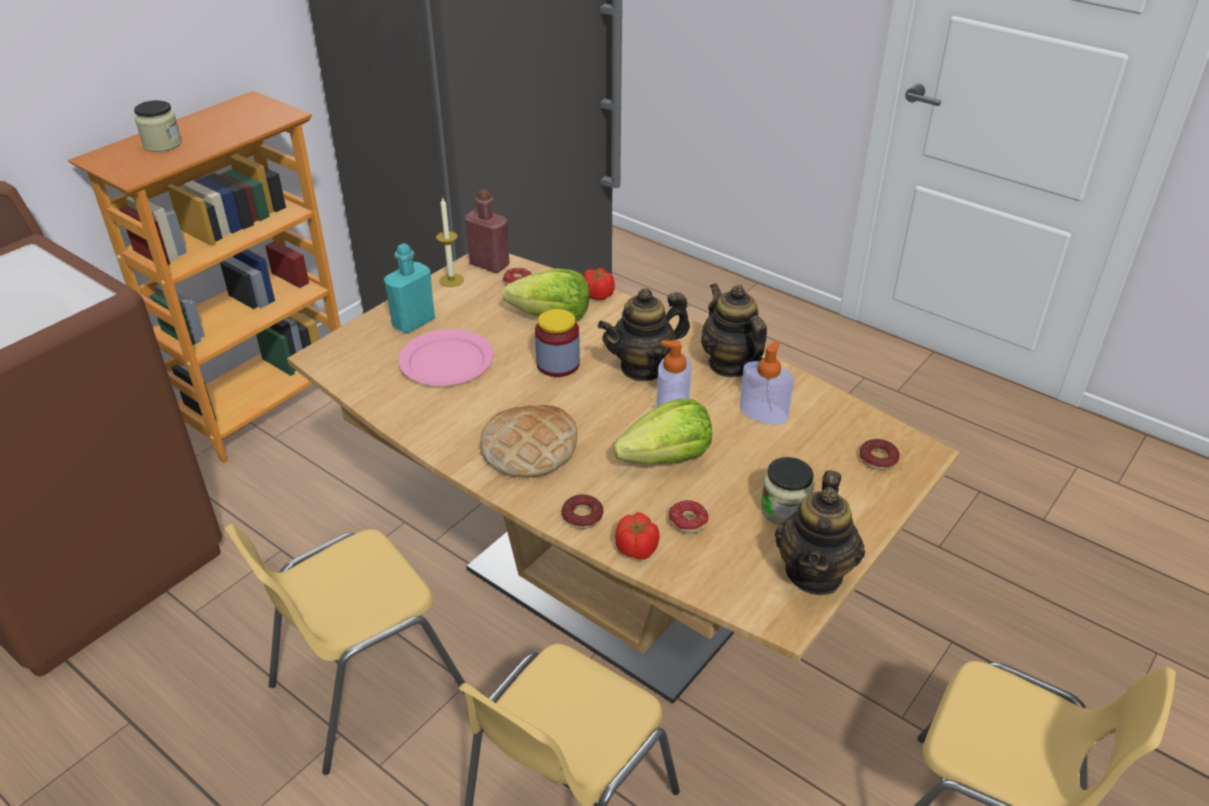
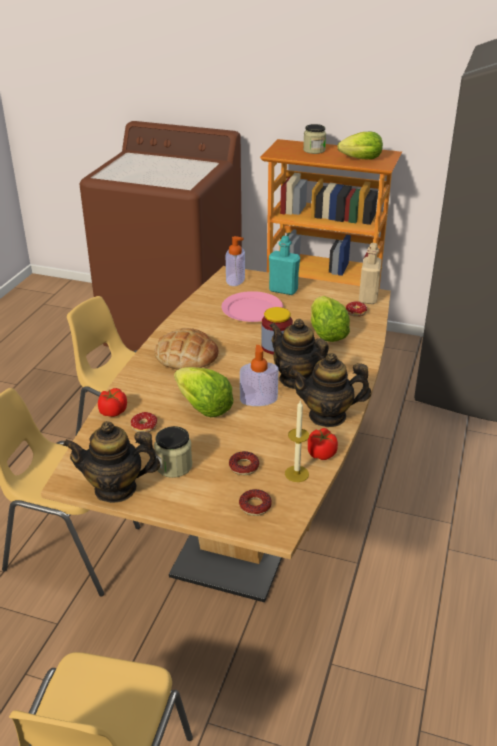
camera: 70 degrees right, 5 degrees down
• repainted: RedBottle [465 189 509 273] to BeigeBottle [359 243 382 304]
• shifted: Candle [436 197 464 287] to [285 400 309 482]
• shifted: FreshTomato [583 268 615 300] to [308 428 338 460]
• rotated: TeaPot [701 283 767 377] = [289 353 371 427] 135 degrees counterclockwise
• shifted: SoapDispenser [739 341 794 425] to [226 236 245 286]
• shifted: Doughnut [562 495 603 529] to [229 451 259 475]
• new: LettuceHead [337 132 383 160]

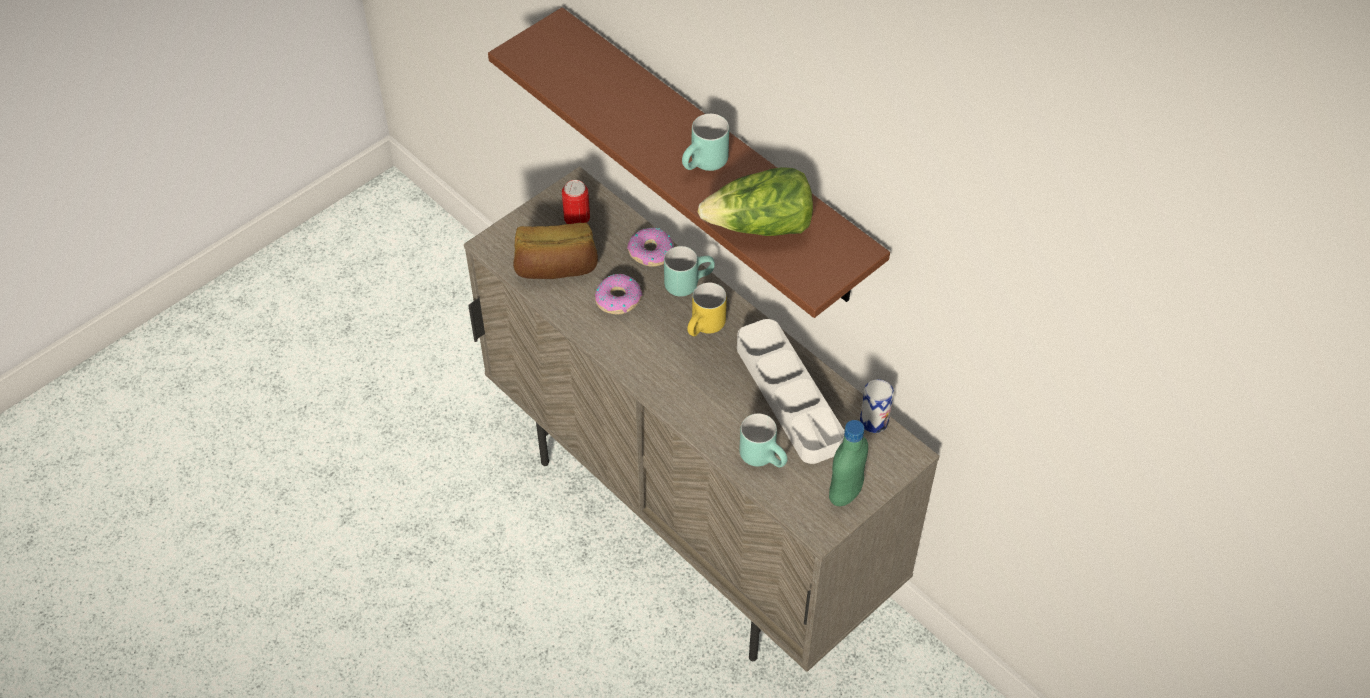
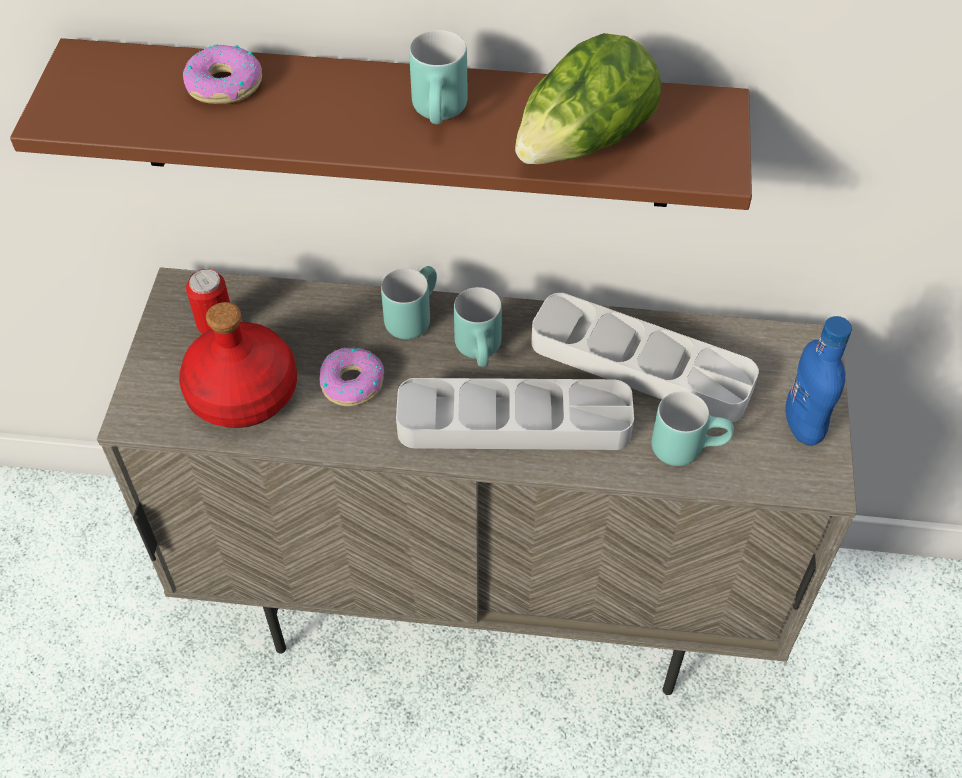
camera: 40 degrees left, 0 degrees up
• swapped: BakeryBread [513 222 598 279] to RedBottle [179 302 297 428]
• shifted: Doughnut [627 228 674 267] to [183 45 262 104]
• repainted: YellowCoffeeMug [687 283 727 336] to TurquoiseColouredCoffeeMug [454 287 502 367]
• gone: Can [860 379 894 433]
• repainted: GreenColouredBottle [829 420 868 506] to BluishBottle [785 316 852 446]
• new: GrayCarryingTray [396 378 634 450]

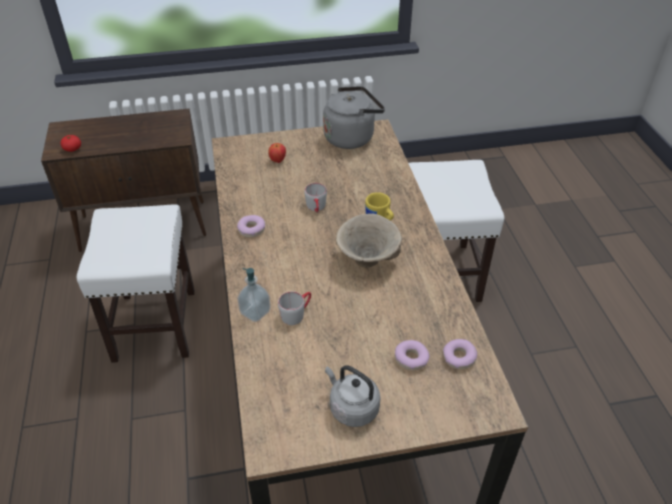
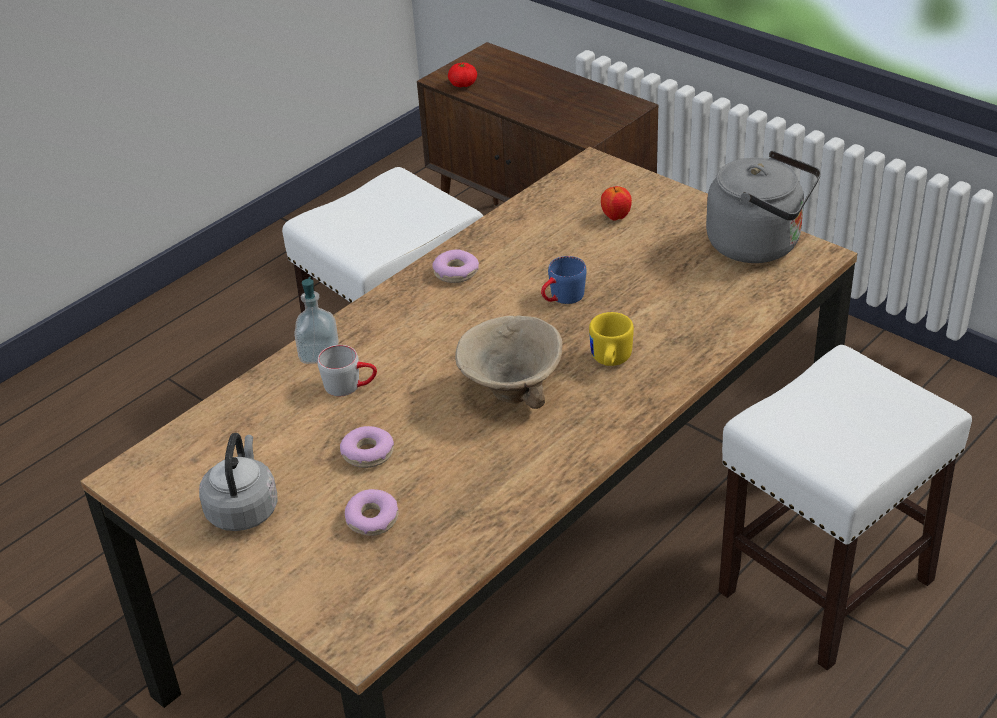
camera: 55 degrees right, 5 degrees down
• repainted: GrayCoffeeMug [304 183 327 213] to BluishCoffeeMug [541 256 587 304]
• shifted: Doughnut [443 339 477 369] to [340 426 394 468]

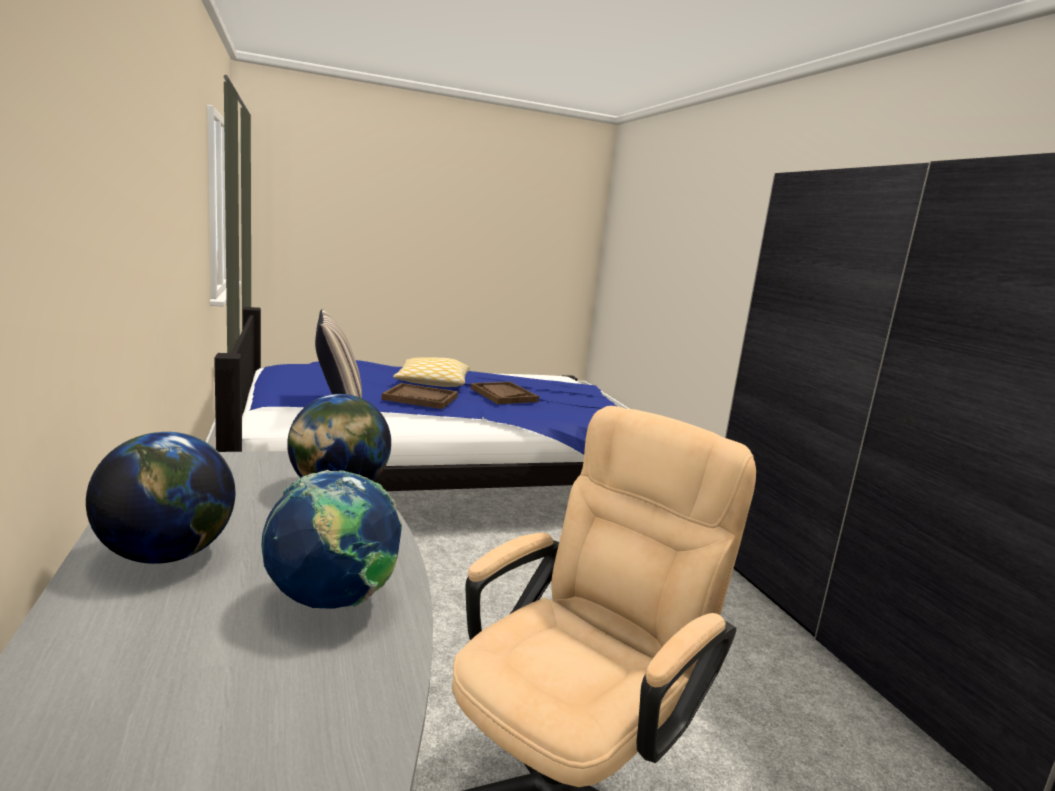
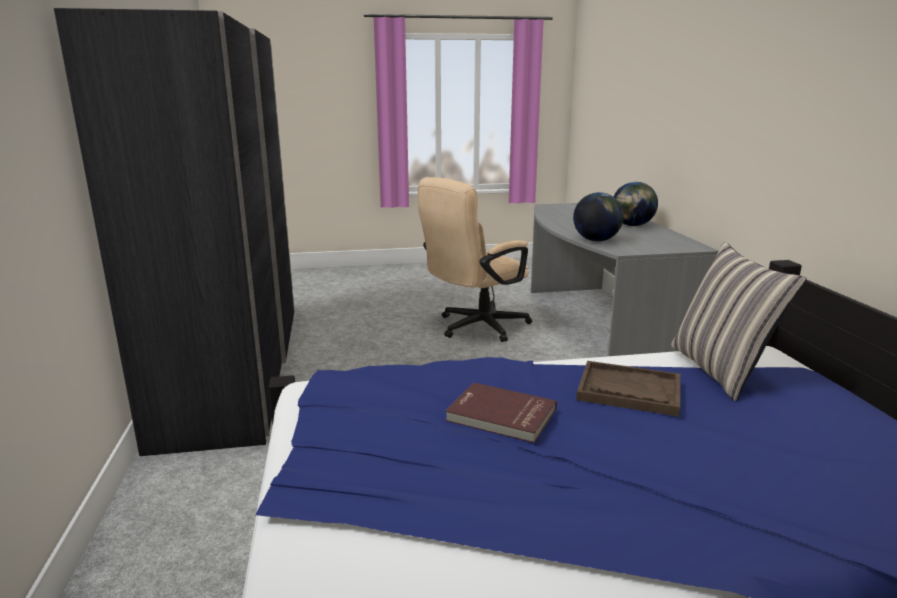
camera: 170 degrees left, 5 degrees up
• gone: ThrowPillow [393 357 470 387]
• swapped: BrownCarryingTray [471 382 539 404] to RedBoundBook [445 382 557 443]
• gone: Globe [261 470 402 609]

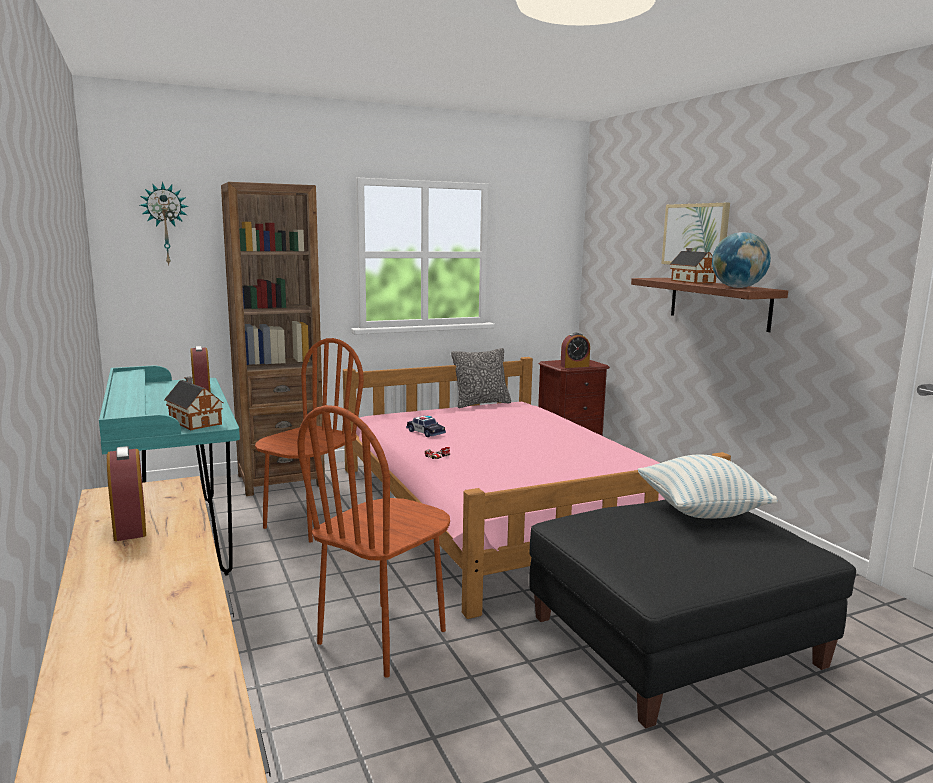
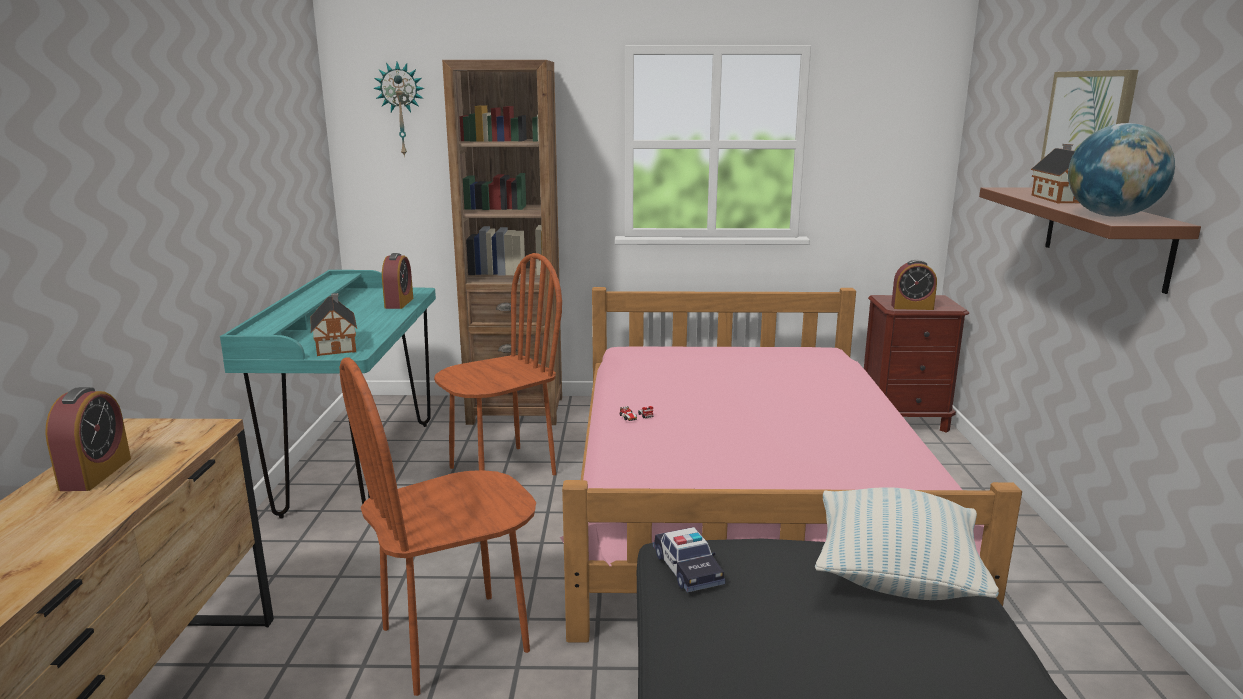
camera: 25 degrees right, 5 degrees up
• gone: ThrowPillow [451 348 511 408]
• shifted: ToyCar [406 416 446 437] to [653 527 725 592]

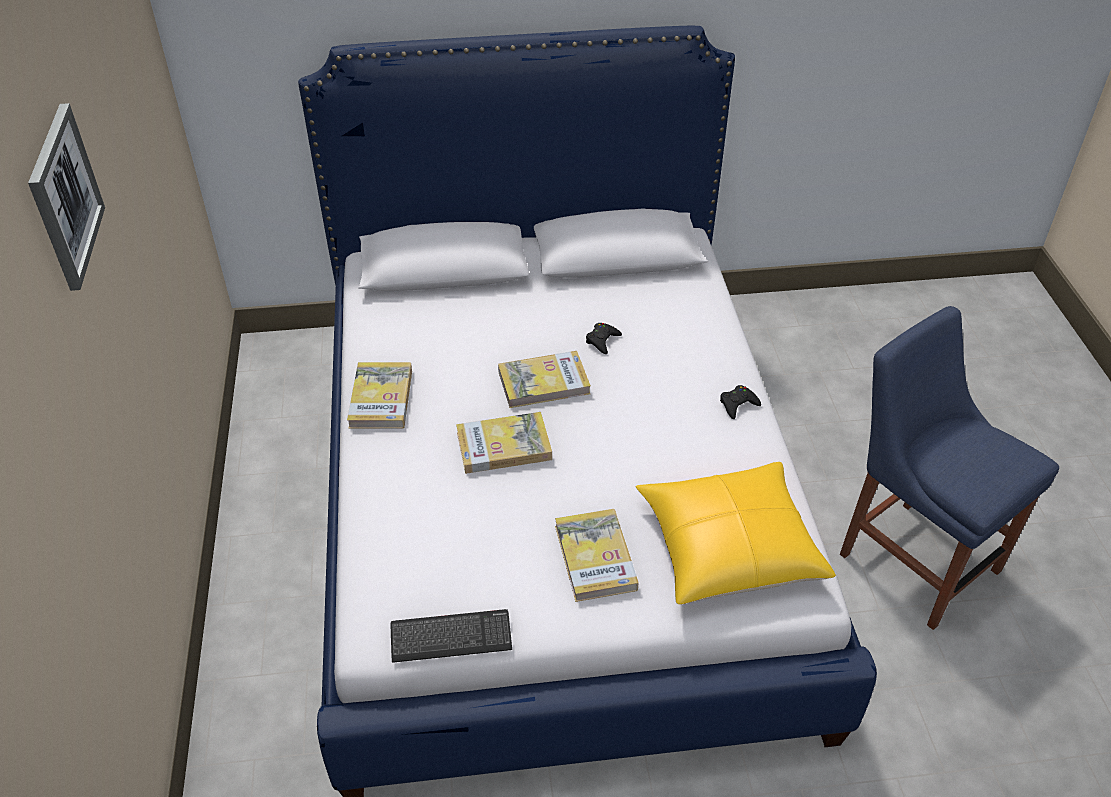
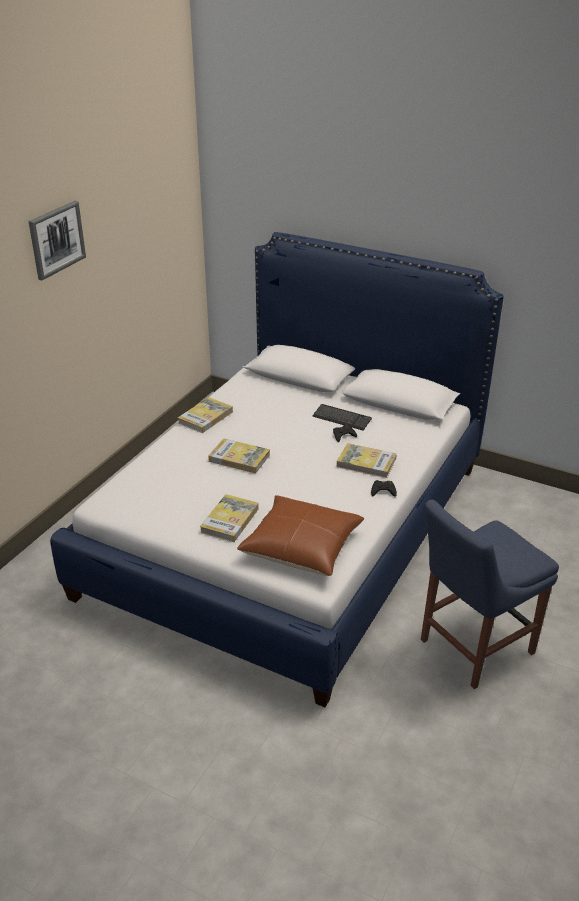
camera: 35 degrees right, 10 degrees down
• rotated: BluishChair [840 306 1059 630] = [421 499 559 689] 120 degrees counterclockwise
• shifted: BoundBook [498 351 591 408] to [336 443 397 478]
• repainted: YellowThrowPillow [636 462 836 605] to BrownThrowPillow [237 495 364 576]
• shifted: Keyboard [390 609 512 663] to [313 404 372 431]

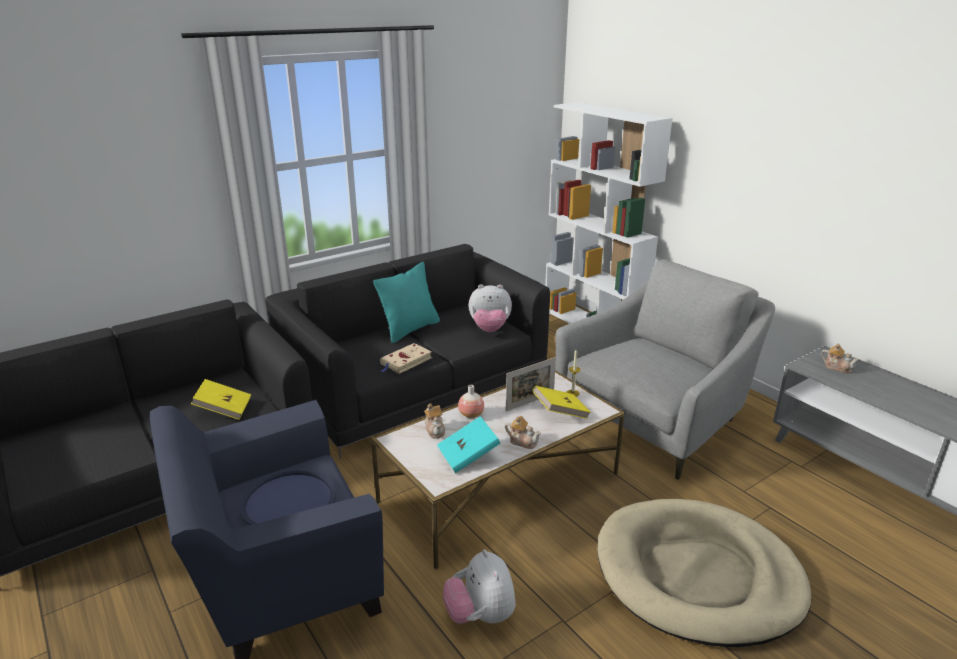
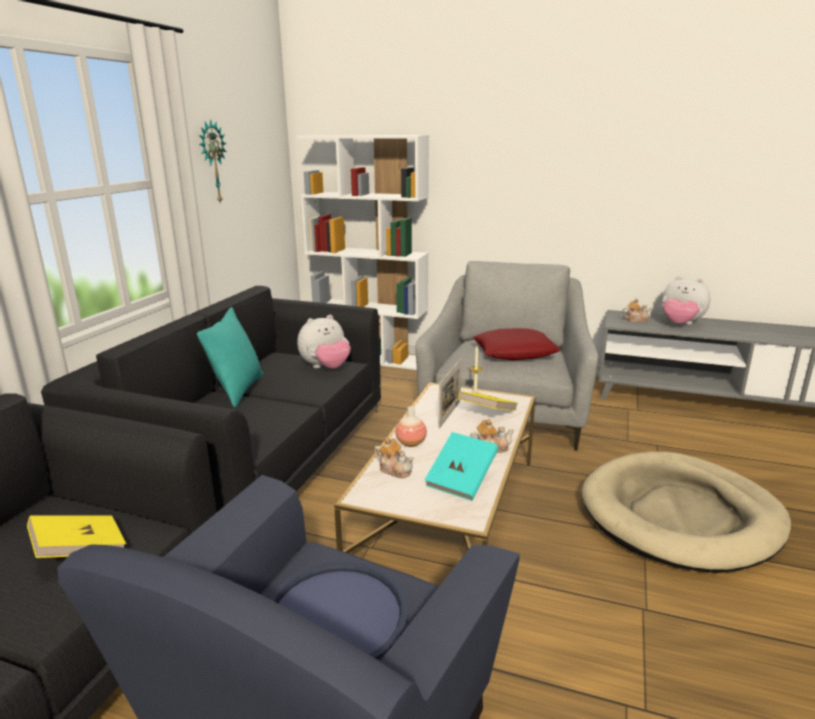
camera: 35 degrees left, 5 degrees down
• gone: BeigeBoundBook [380 343 432 374]
• shifted: SoftToy [443 550 516 624] to [662 276 711 325]
• new: ClockOnTheWall [199 119 227 204]
• new: RedThrowPillow [473 328 561 360]

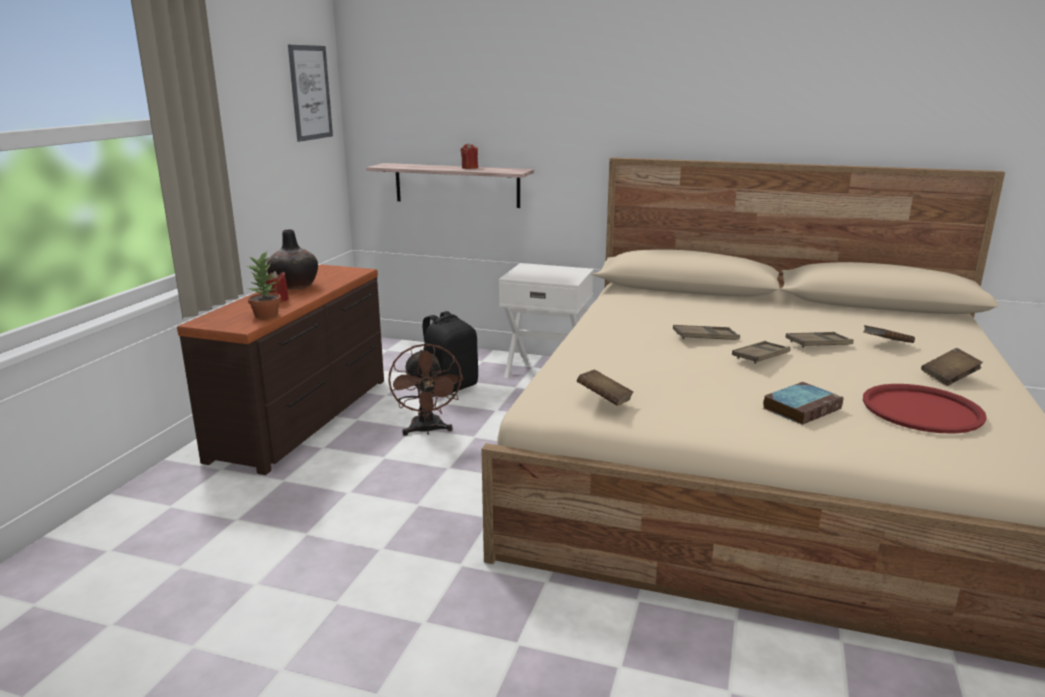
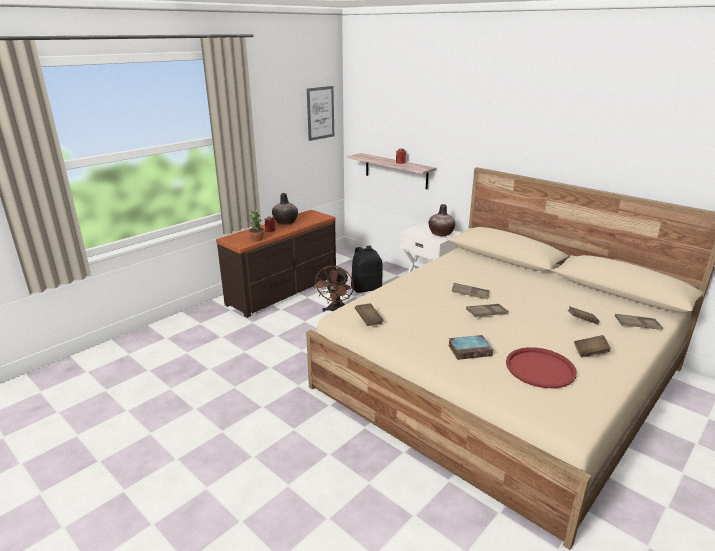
camera: 25 degrees right, 5 degrees up
• shifted: BrownCarryingTray [785 332 854 348] to [615 314 663 330]
• new: FlowerVase [429 204 455 236]

